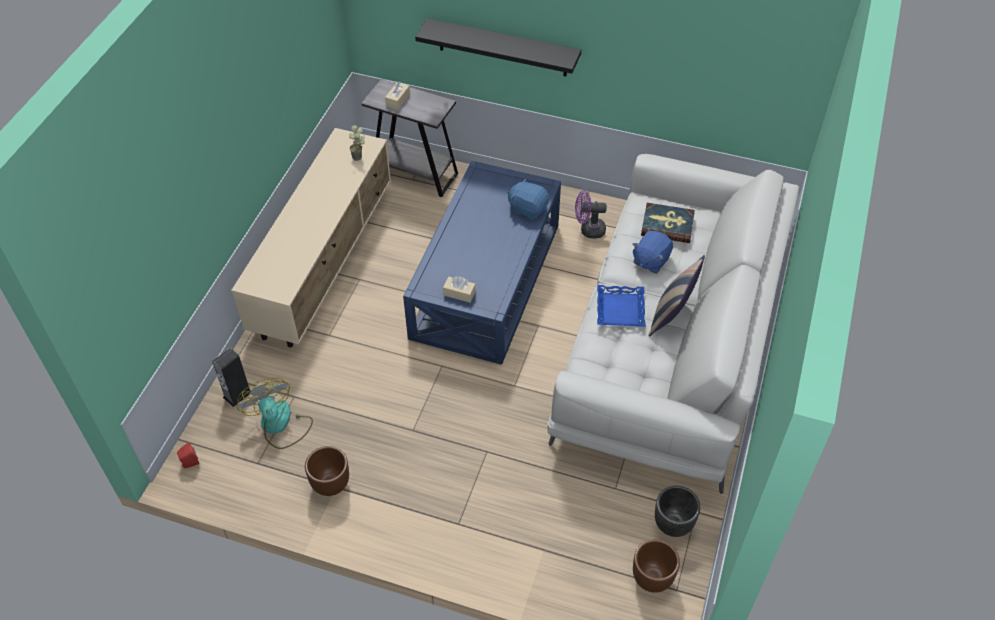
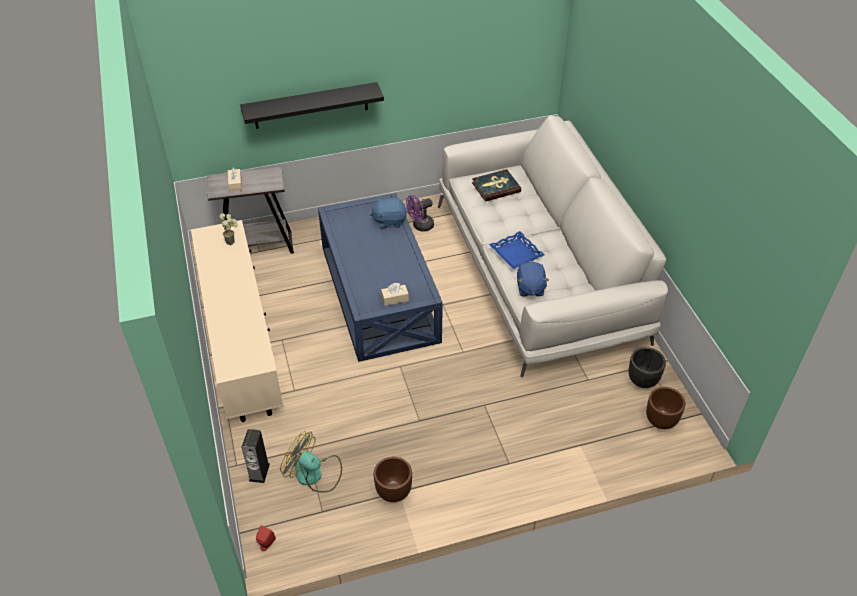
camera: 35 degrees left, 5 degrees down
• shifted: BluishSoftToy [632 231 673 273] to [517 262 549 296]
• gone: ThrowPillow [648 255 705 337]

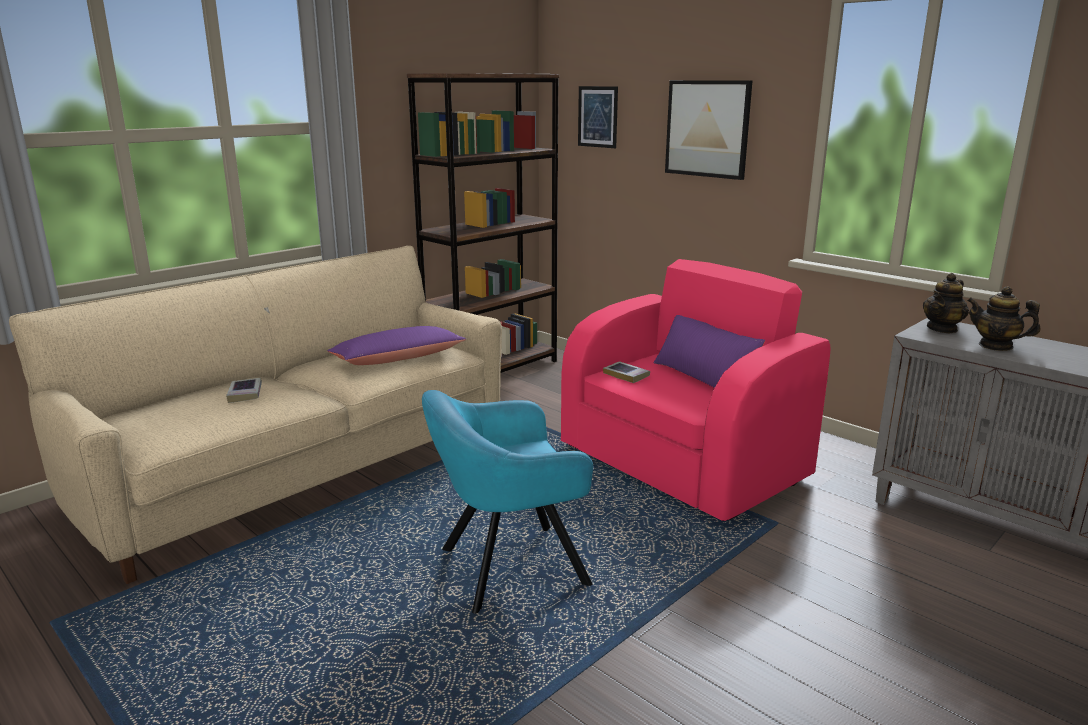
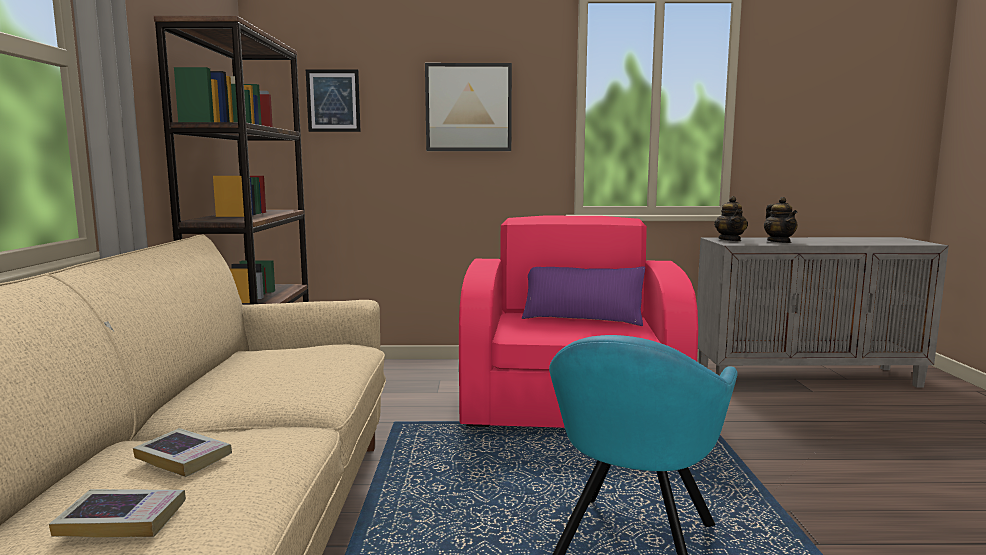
camera: 45 degrees left, 10 degrees down
• rotated: TeaPot [967 286 1040 351] = [764 197 798 243] 90 degrees counterclockwise
• gone: PurpleThrowPillow [327 326 466 365]
• shifted: BoundBook [603 361 650 383] to [49 489 186 538]

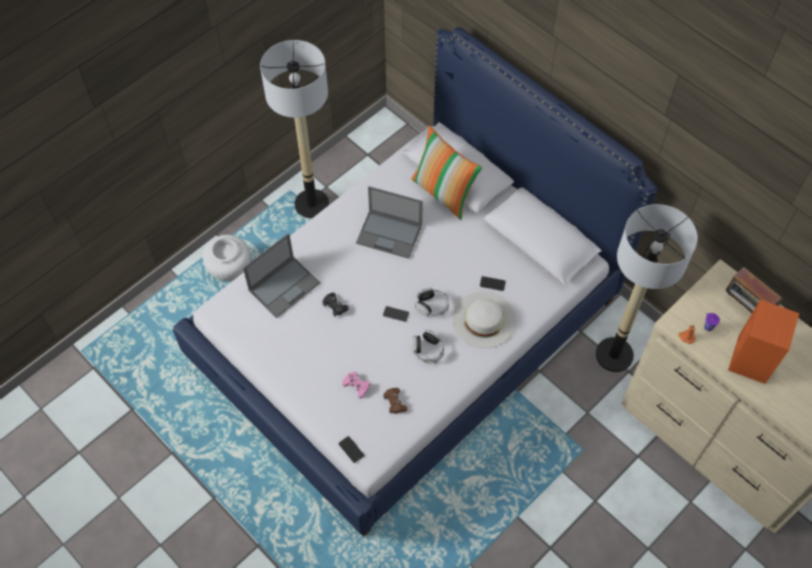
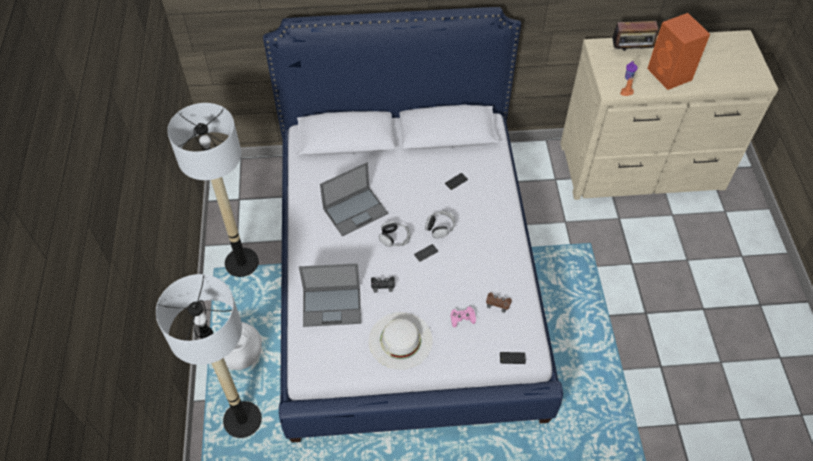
camera: 50 degrees left, 5 degrees down
• gone: ThrowPillow [411 126 482 220]
• shifted: StandardLamp [596 204 698 372] to [156 274 262 438]
• rotated: NotebookComputer [243 233 320 318] = [299 263 361 327] 90 degrees clockwise
• shifted: WhitishWearableHat [452 292 516 348] to [369 312 433 369]
• shifted: PairOfHeadphones [413 330 444 364] to [379 221 410 247]

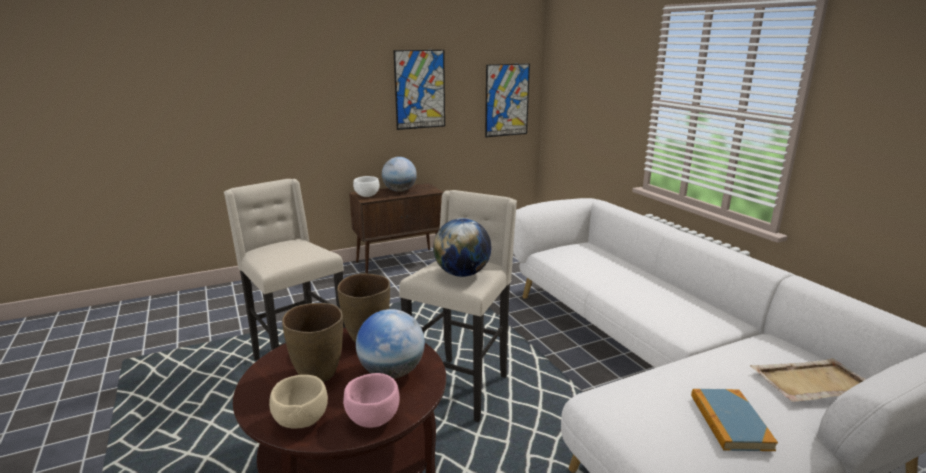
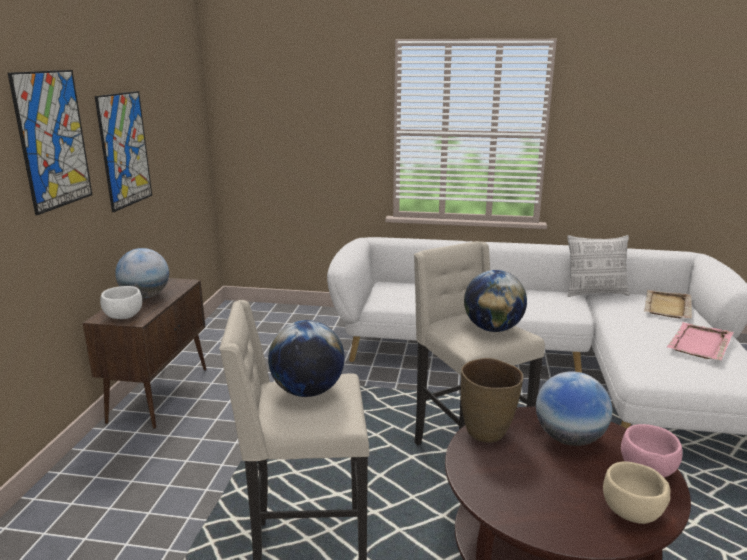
camera: 55 degrees left, 0 degrees up
• shifted: WallPicture [485 64 530 137] to [8 70 92 215]
• gone: BrownFlowerVase [282 303 343 382]
• swapped: BoundBook [691 389 778 451] to PinkCarryingTray [667 322 733 360]
• new: ThrowPillow [567 235 630 297]
• new: Globe [268 320 345 397]

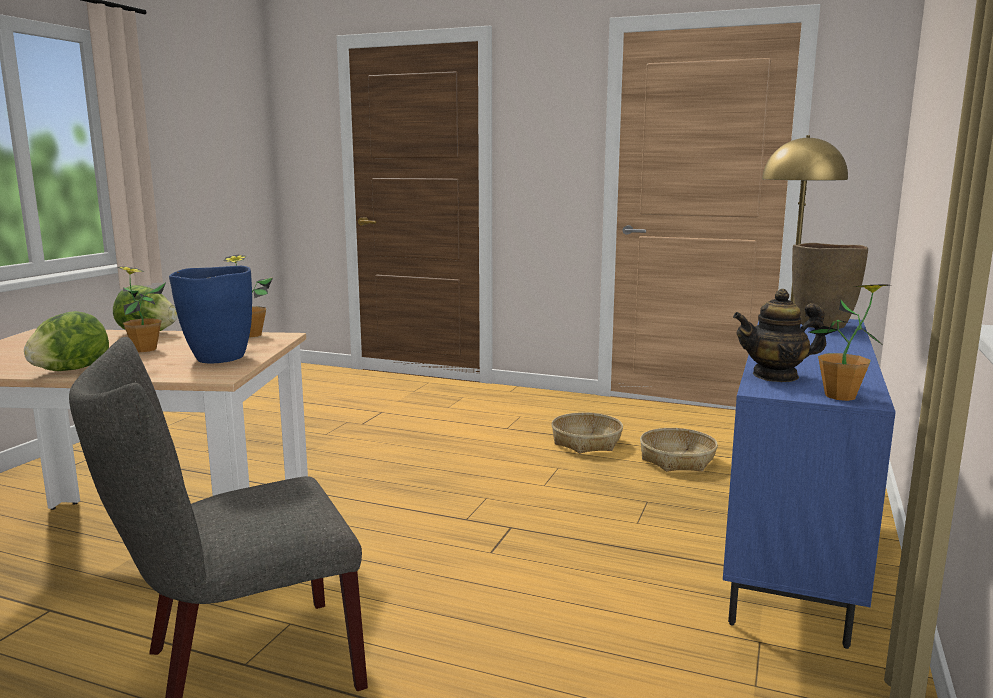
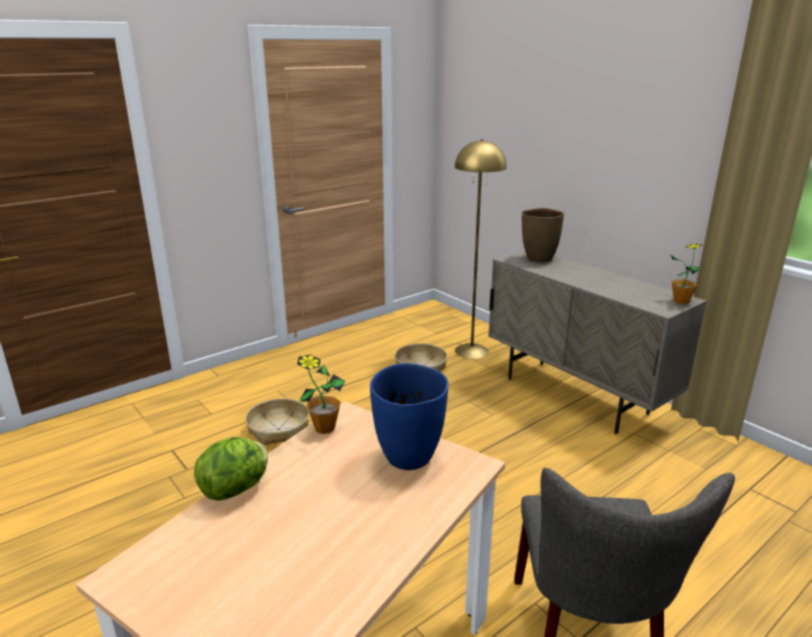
camera: 60 degrees left, 10 degrees up
• gone: Houseplant [117 266 166 352]
• gone: TeaPot [733 289 826 382]
• gone: LettuceHead [24 311 109 371]
• repainted: BluishCupboard [723 319 896 649] to BeigeCupboard [488 250 707 434]
• shifted: Basket [551 412 623 453] to [245 398 309 445]

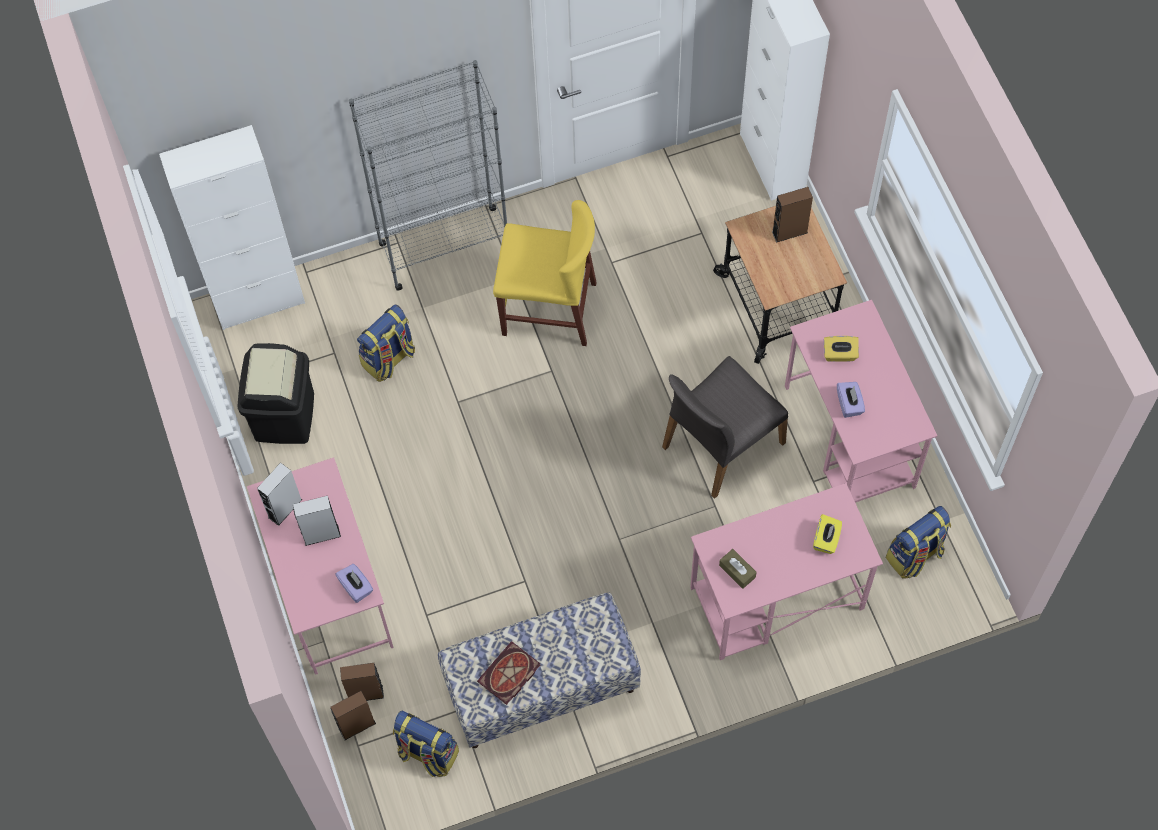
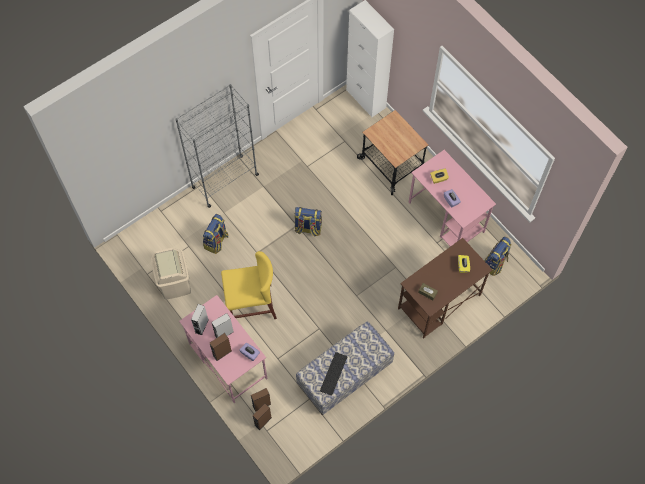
camera: 20 degrees left, 0 degrees up
• gone: WhitishCupboard [159 125 305 330]
• shifted: BrownAudioSpeaker [772 187 813 243] to [210 333 232 361]
• shifted: YellowChair [493 200 596 346] to [221 251 277 319]
• repainted: BlackColouredRubbishBin [238 343 314 444] to BeigeRubbishBin [151 248 191 300]
• gone: GrayChair [662 356 788 499]
• repainted: PinkDesk [690 483 883 660] to BrownDesk [398 238 492 339]
• swapped: BoundBook [477 641 540 705] to Keyboard [320 352 347 396]
• shifted: Backpack [393 711 459 777] to [294 207 322 237]

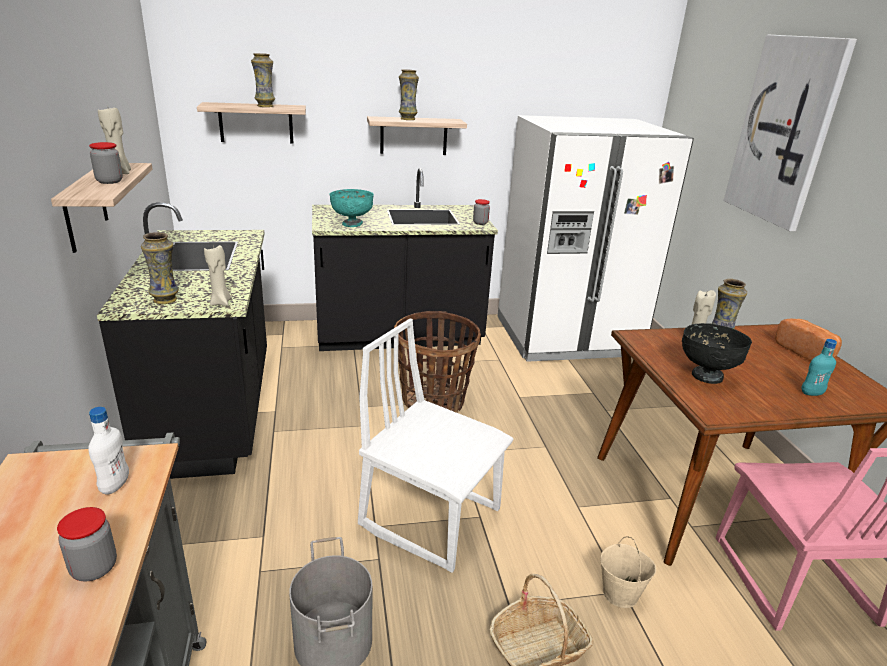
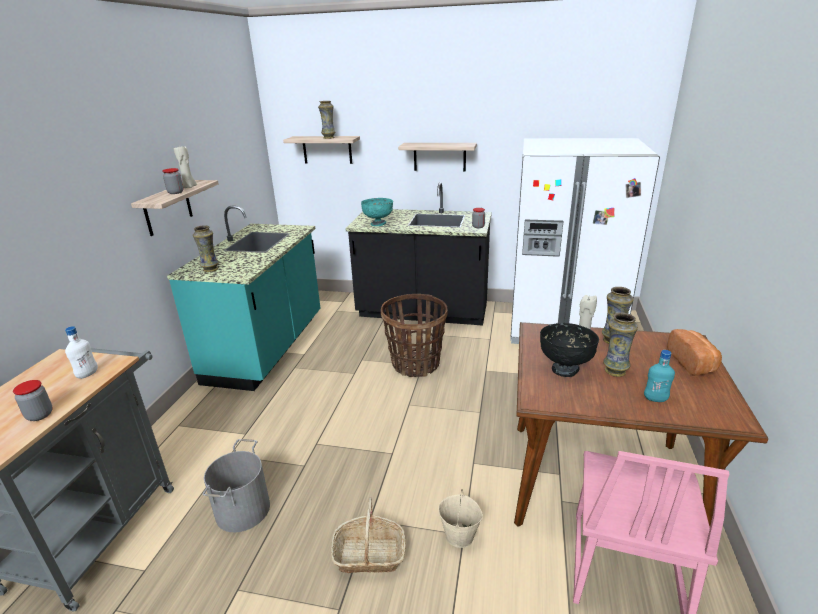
camera: 25 degrees right, 0 degrees up
• gone: WallPicture [724 35 857 231]
• shifted: FlowerVase [399 69 419 120] to [603 312 638 377]
• repainted: BlackColouredKitchenBaseUnit [97 202 267 479] to TurquoiseColouredKitchenBaseUnit [167 205 320 391]
• gone: BeigeCandle [204 245 231 306]
• gone: WhitishChair [358 319 513 573]

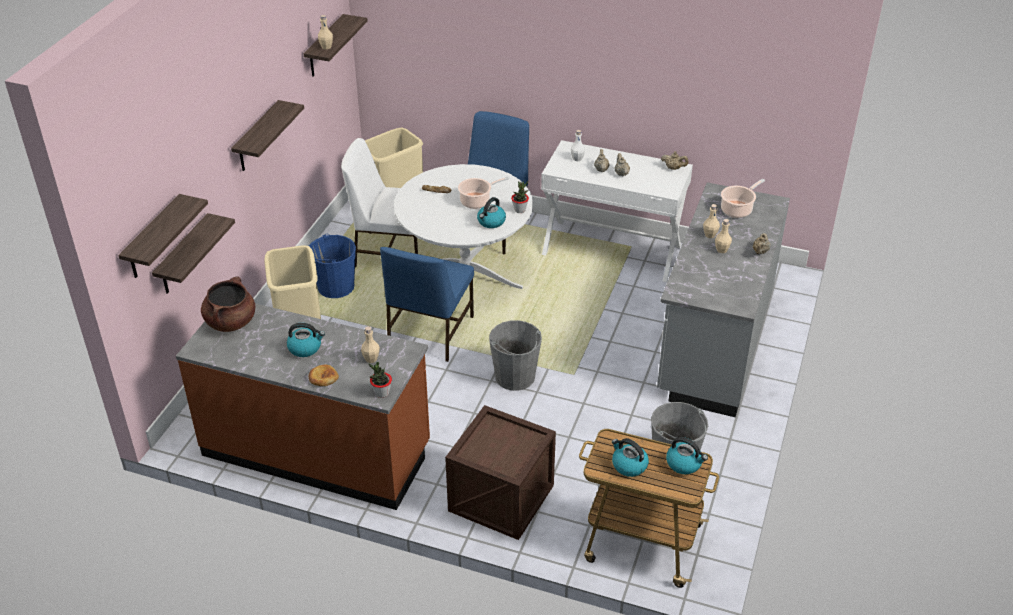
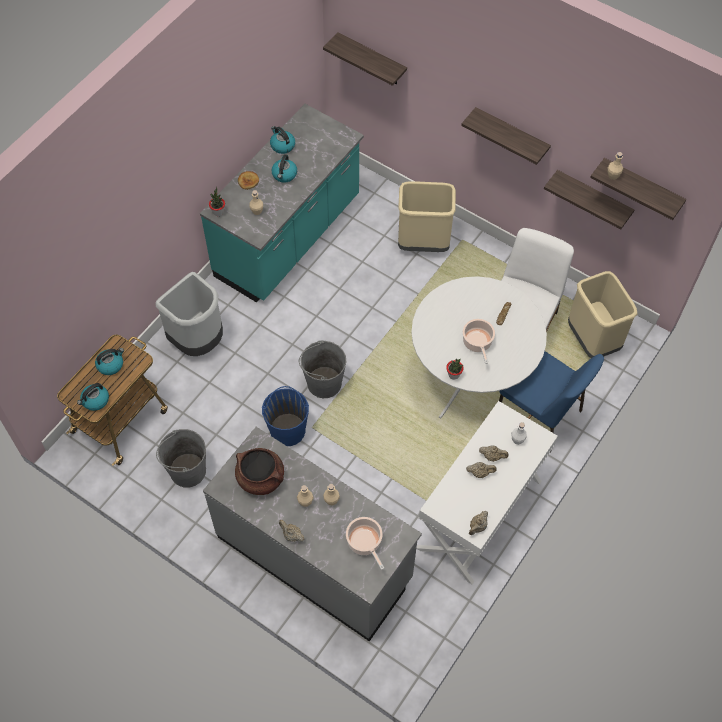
camera: 105 degrees right, 20 degrees up
• shifted: TeaKettle [477 197 506 228] to [270 126 295 154]
• shifted: BracketShelf [152 213 235 294] to [544 170 634 229]
• shifted: BluishPail [309 234 356 298] to [262 386 309 446]
• gone: BluishChair [380 247 474 362]
• shifted: BrownStockpot [201 276 256 332] to [235 448 284 495]
• repainted: BrownKitchenBaseUnit [176 304 430 510] to TurquoiseColouredKitchenBaseUnit [200 104 364 302]
• swapped: ShippingCrate [445 405 556 540] to GrayRubbishBin [155 272 223 356]

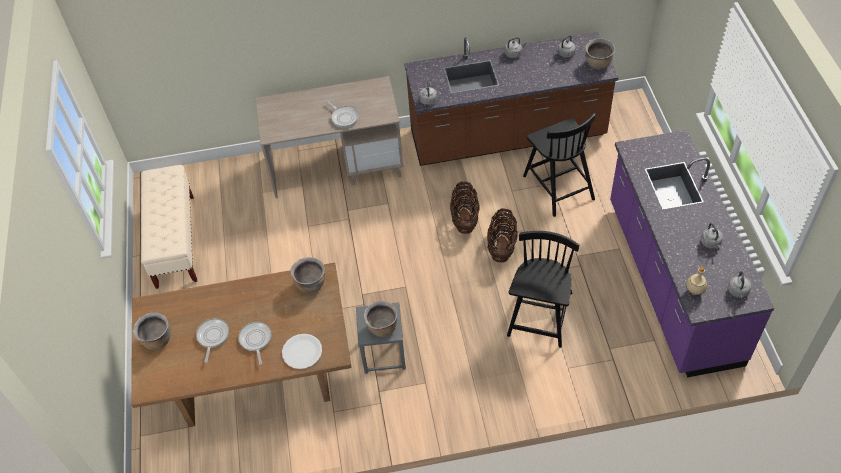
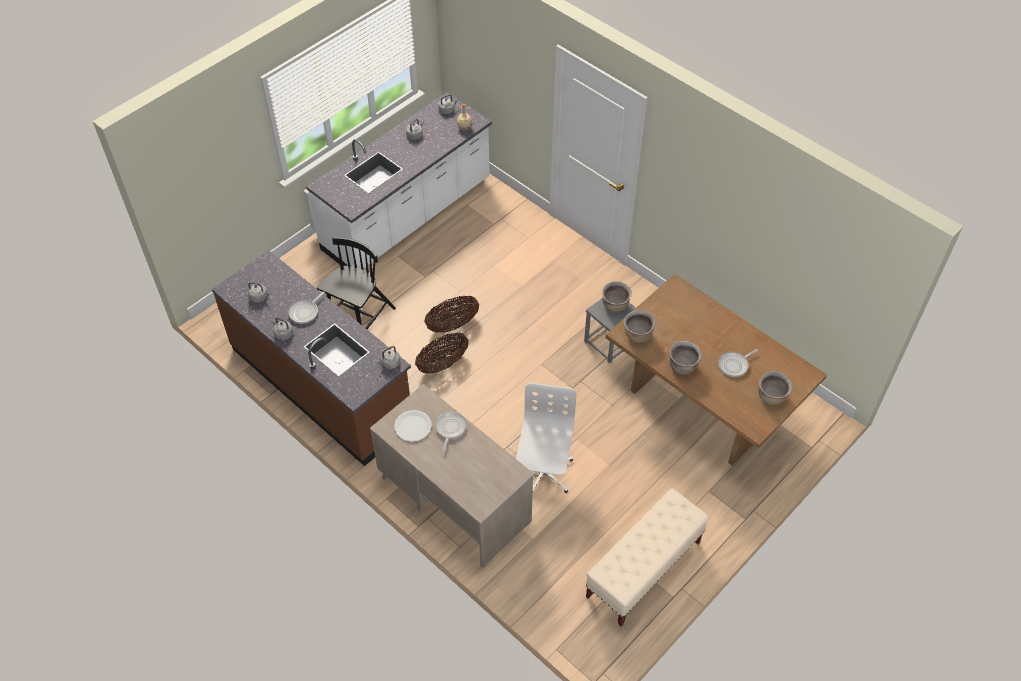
camera: 130 degrees left, 0 degrees up
• shifted: BrownStockpot [585 38 615 69] to [669 341 702 375]
• repainted: PurpleKitchenBaseUnit [610 130 775 377] to WhitishKitchenBaseUnit [306 92 492 268]
• gone: BlackColouredChair [507 231 579 348]
• shifted: FryingPan [238 322 271 365] to [288 292 325 324]
• shifted: WhitishFlatDish [282 334 322 369] to [394 410 432 442]
• new: WhitishOfficeChair [516 383 576 493]

